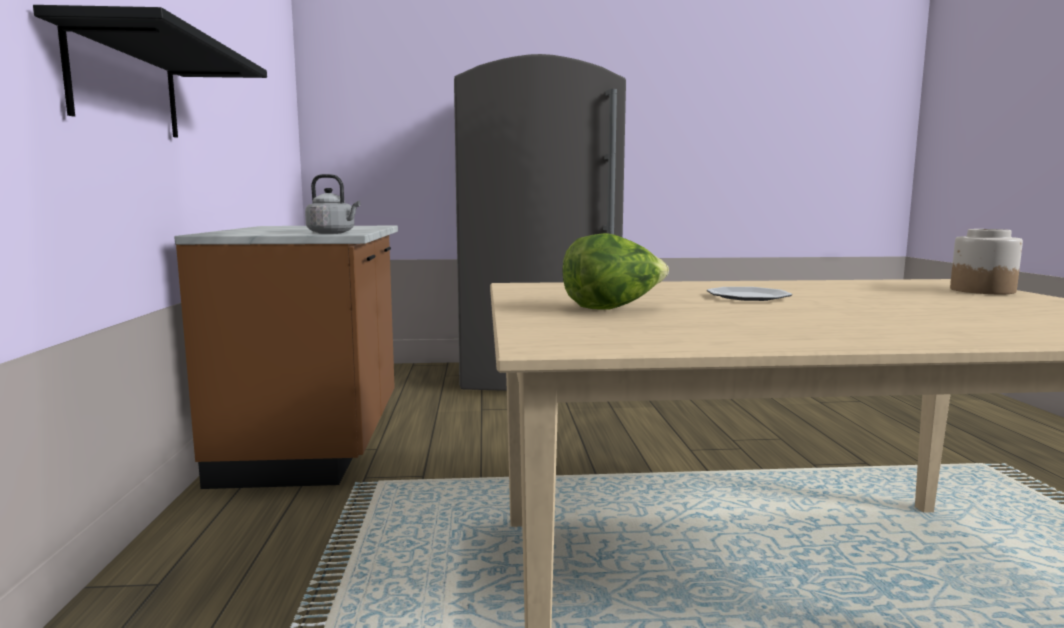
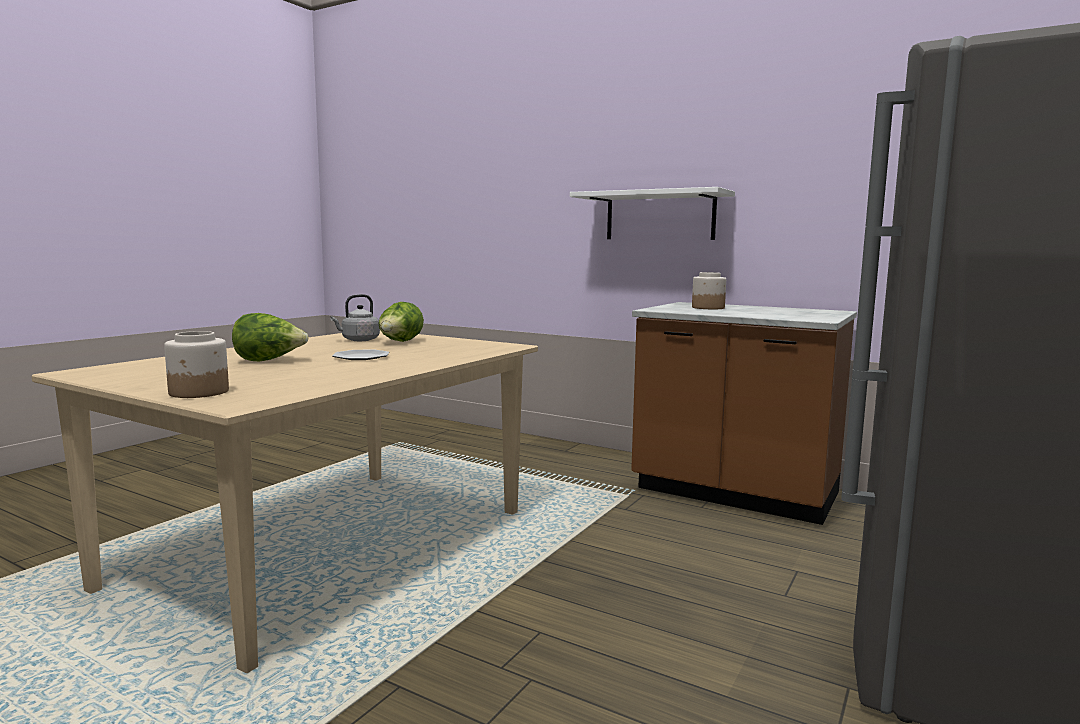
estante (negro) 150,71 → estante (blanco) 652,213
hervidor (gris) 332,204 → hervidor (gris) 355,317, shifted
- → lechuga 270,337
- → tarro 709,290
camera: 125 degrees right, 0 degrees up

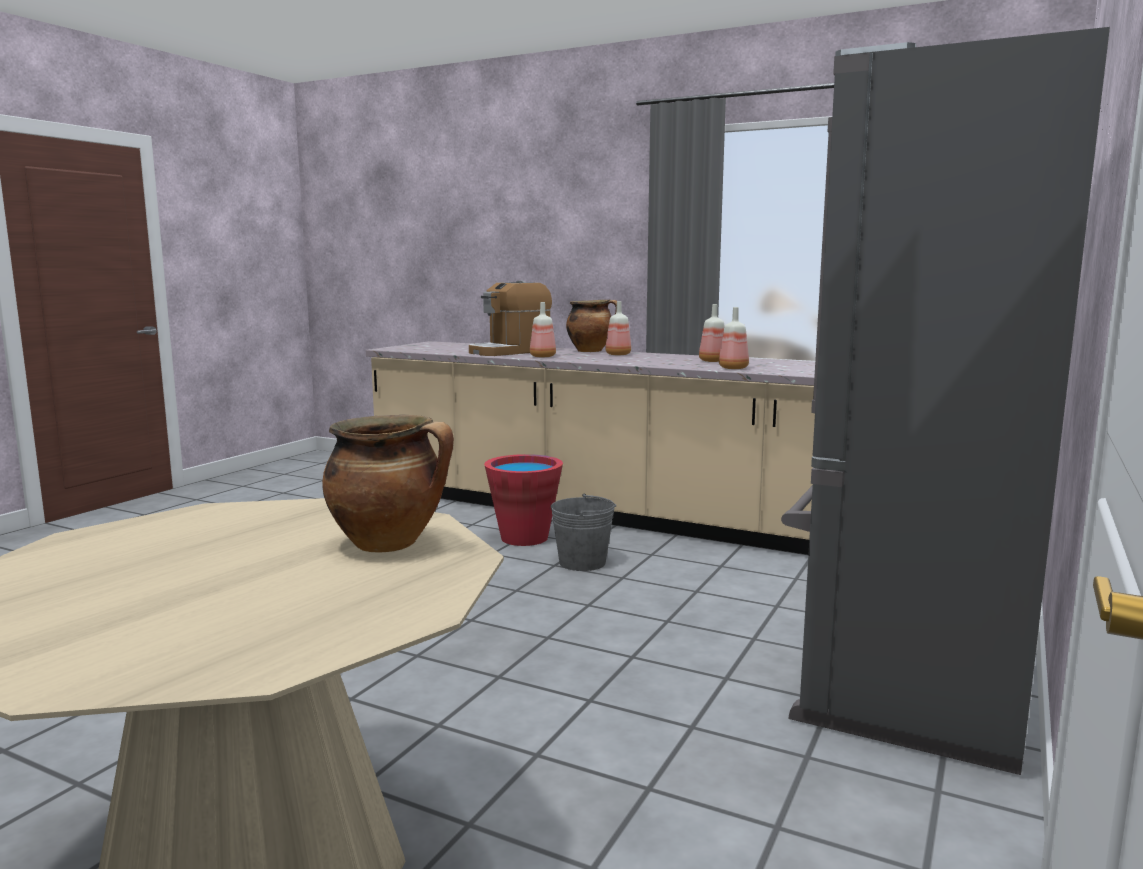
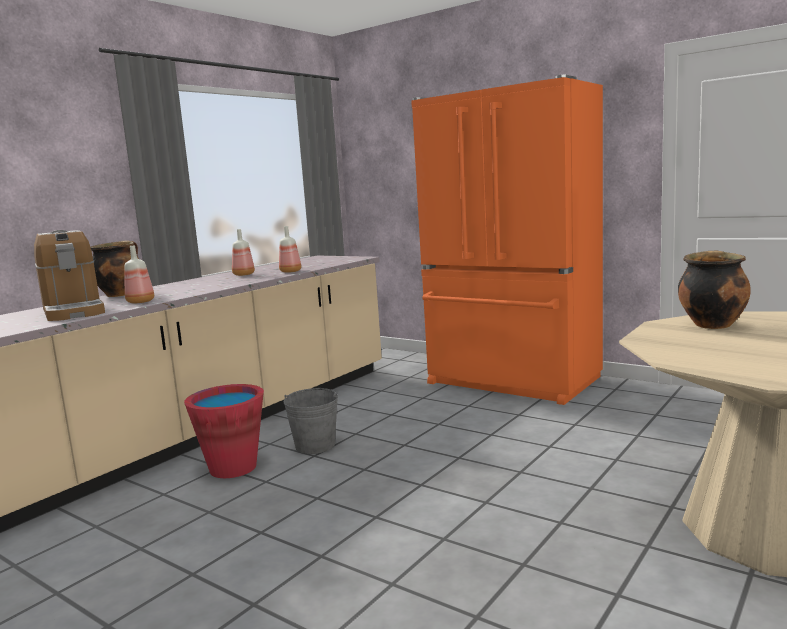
botella 618,328 → -
nevera (gris) 945,401 → nevera (naranja) 507,240
camera: 80 degrees left, 0 degrees up

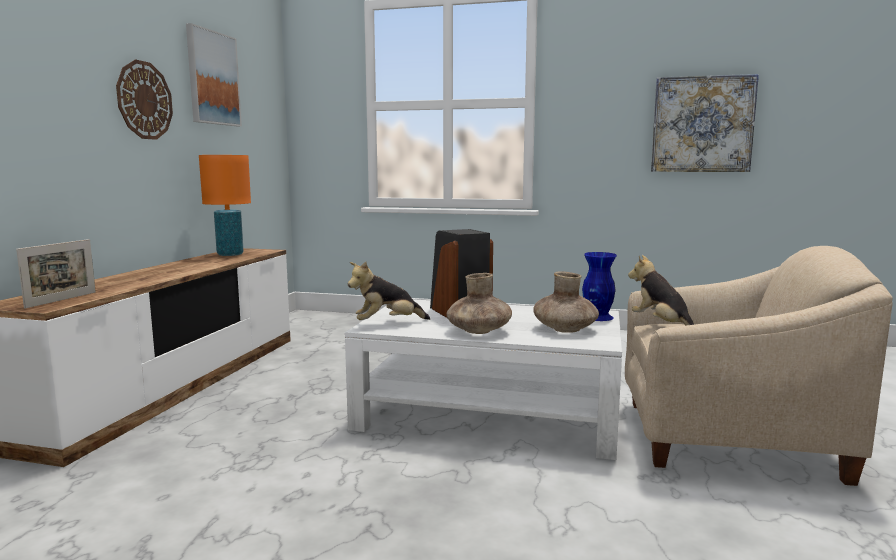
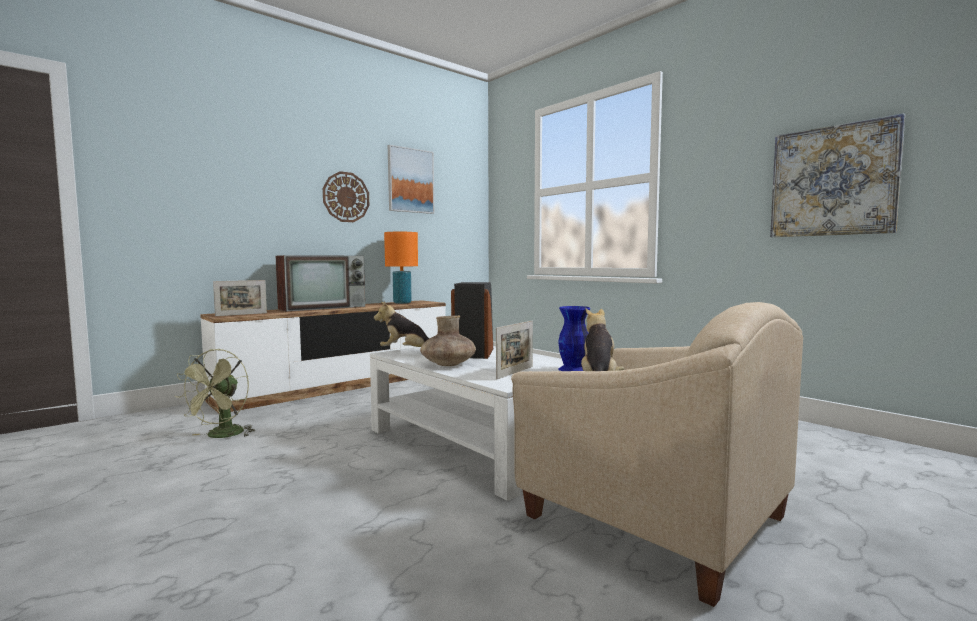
florero (marrón) 566,302 → portarretratos 514,350
- → ventilador (verde) 215,393
- → televisor 320,283
camera: 35 degrees right, 5 degrees down

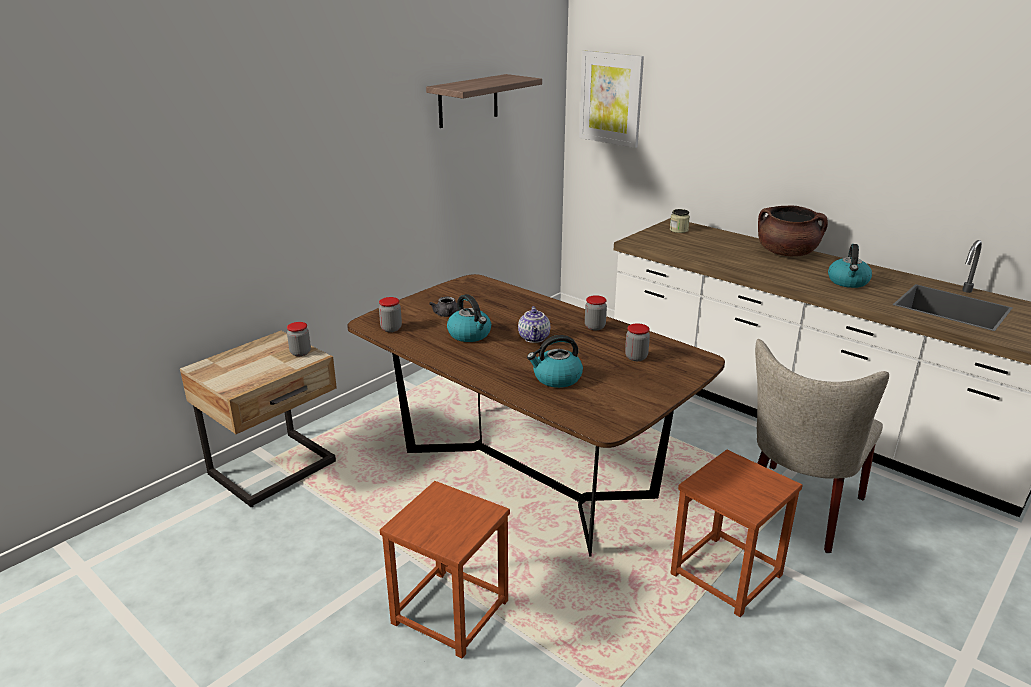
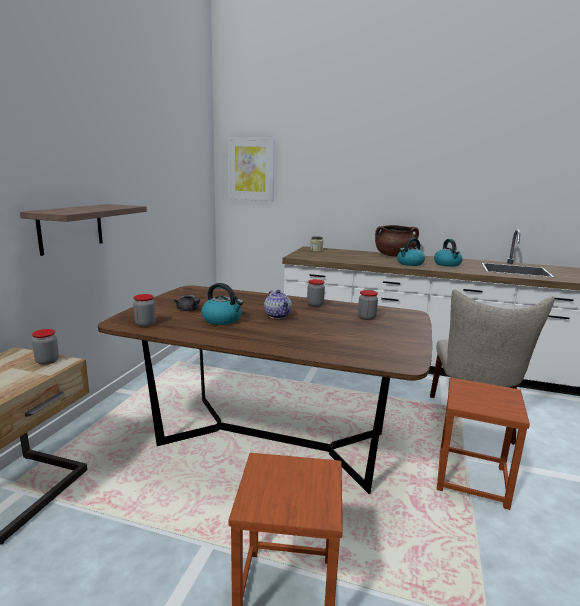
estante 484,101 → estante 83,230, shifted
hervidor 555,361 → hervidor 411,252, shifted
camera: 25 degrees left, 10 degrees down

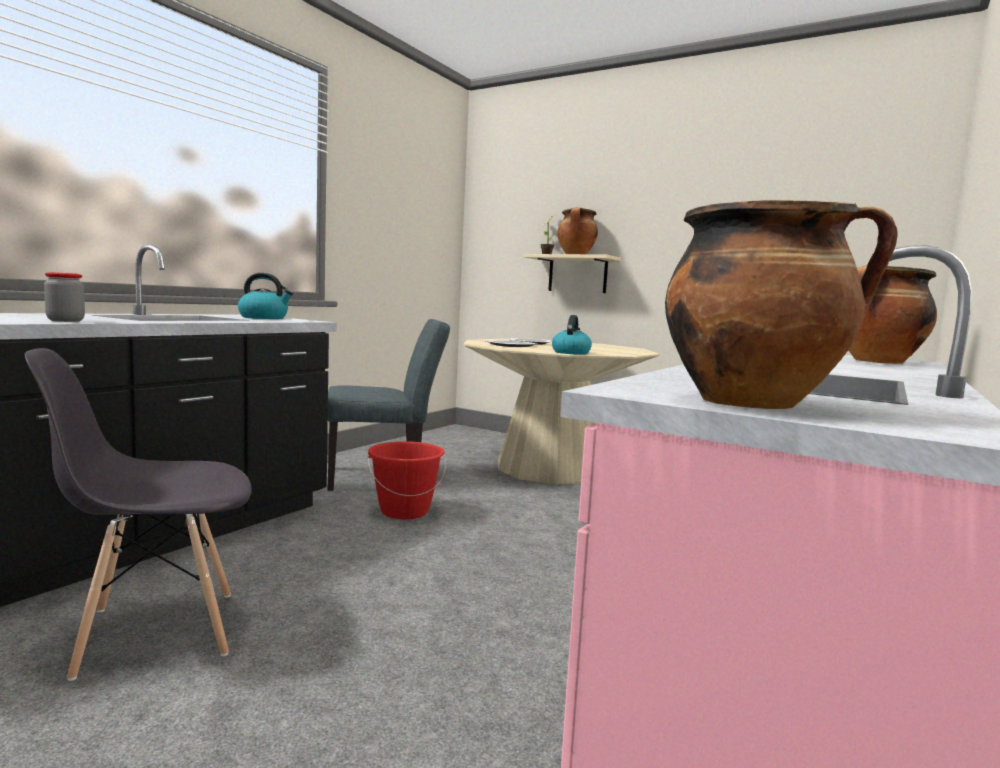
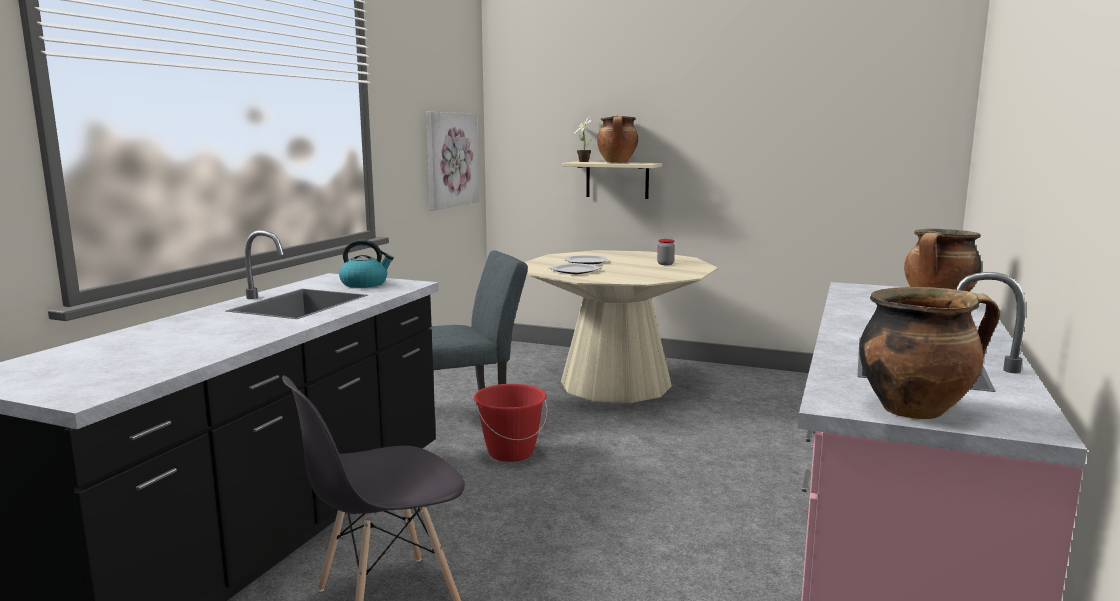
tarro 64,297 → tarro 666,252, shifted
hervidor 572,335 → -
- → cuadro 452,161
camera: 10 degrees left, 5 degrees up

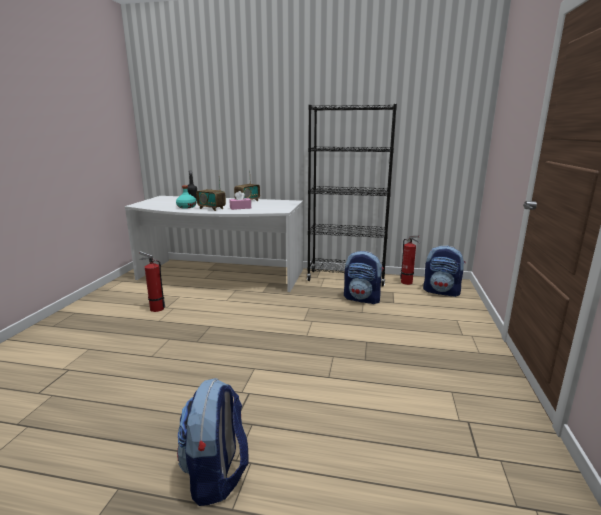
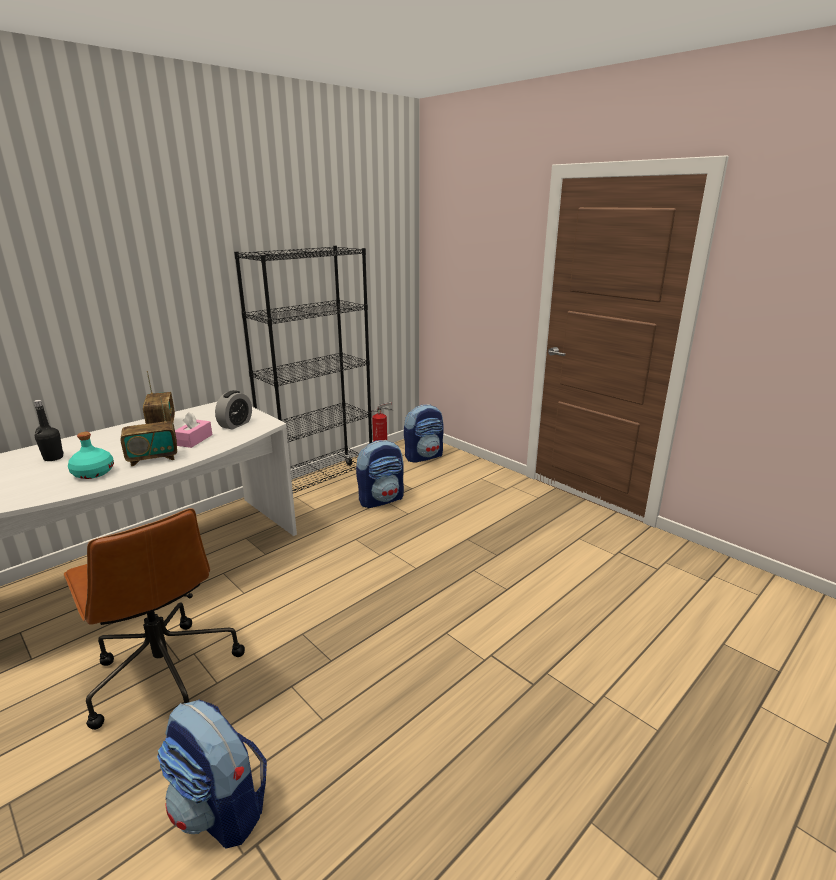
extintor 152,281 → silla de oficina (marrón) 154,619
mochila 213,442 → mochila 212,774, shifted
- → despertador 233,410
camera: 55 degrees left, 5 degrees up

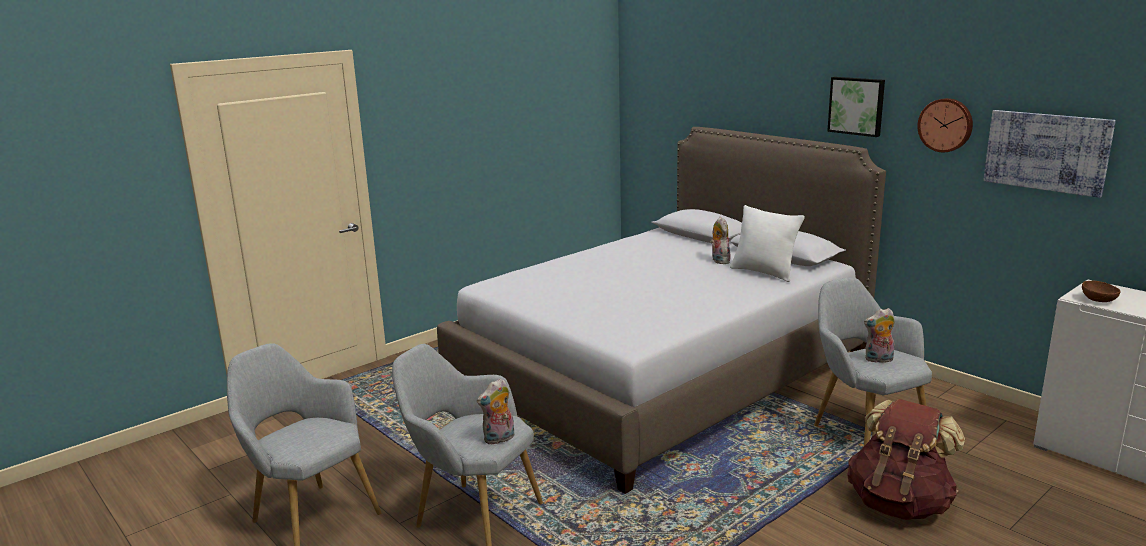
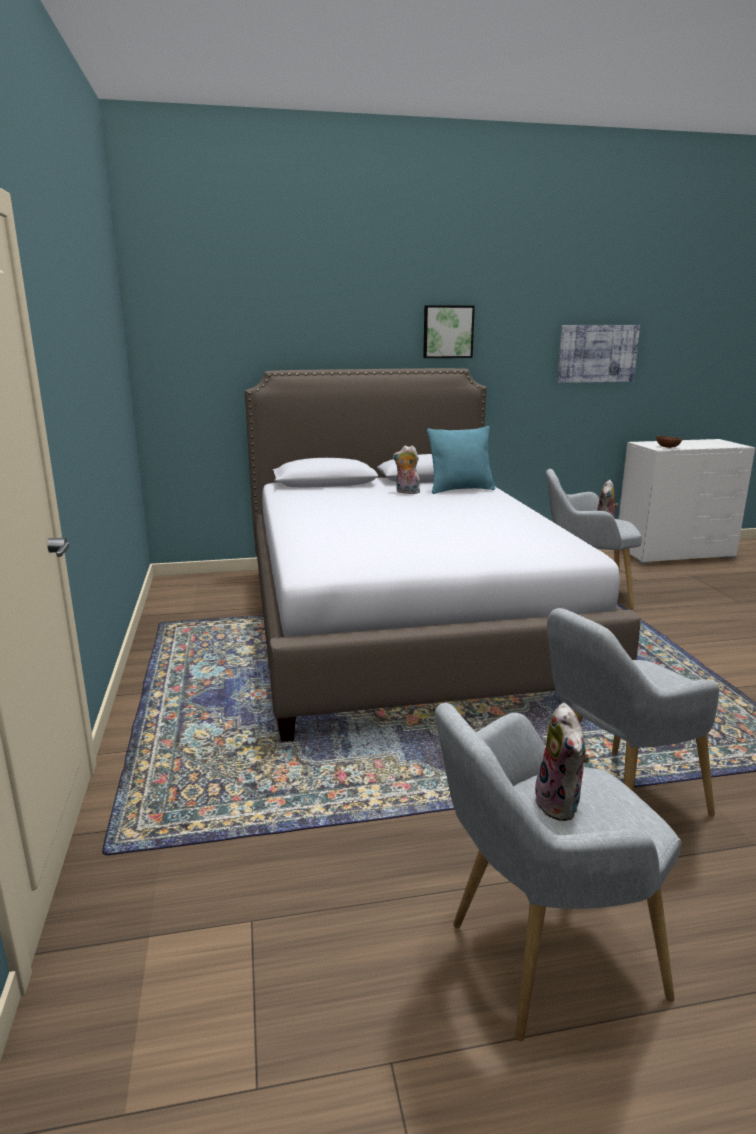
peluche 495,411 → peluche 562,762, shifted
cojín (blanco) 767,243 → cojín (turquesa) 461,460
mochila (marrón) 906,459 → -
reloj de pared 945,125 → -
camera: 60 degrees left, 0 degrees up

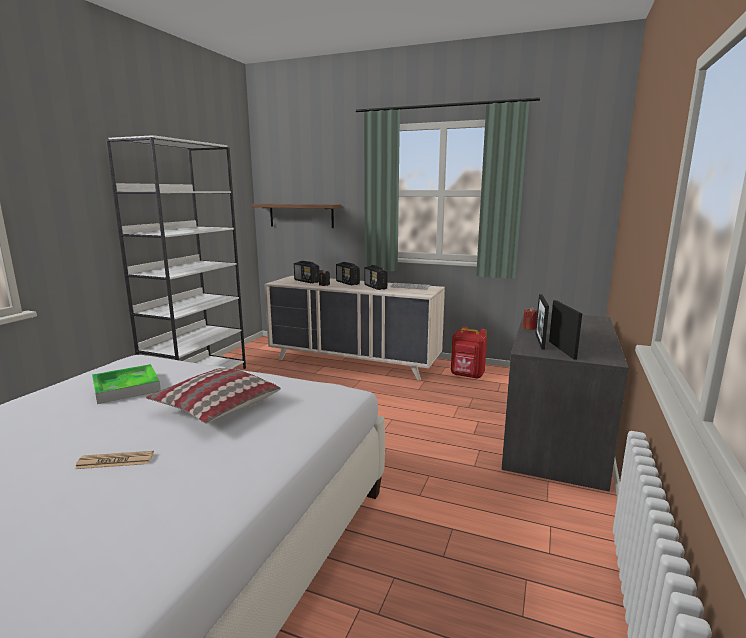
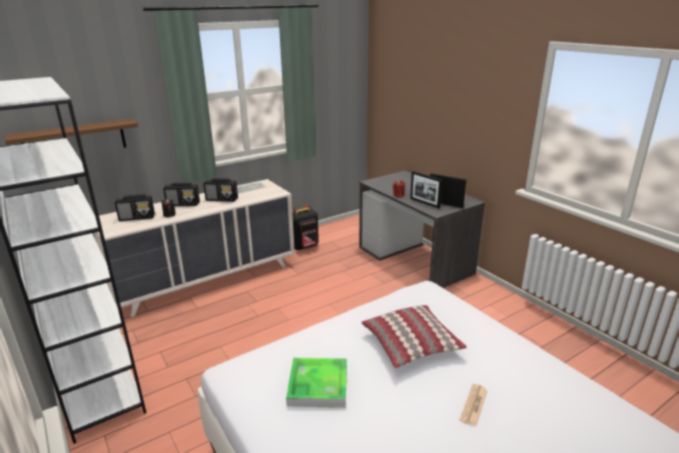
mochila (rojo) 469,352 → mochila (negro) 305,227
camera: 55 degrees left, 10 degrees up

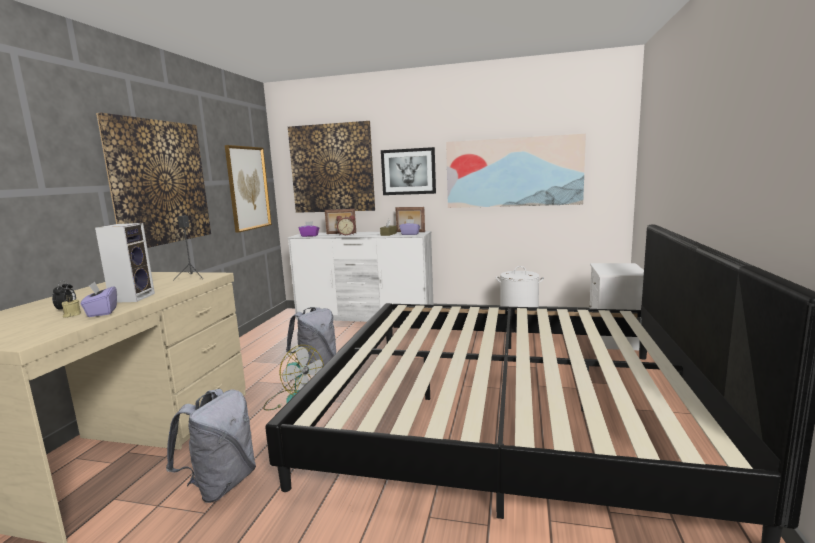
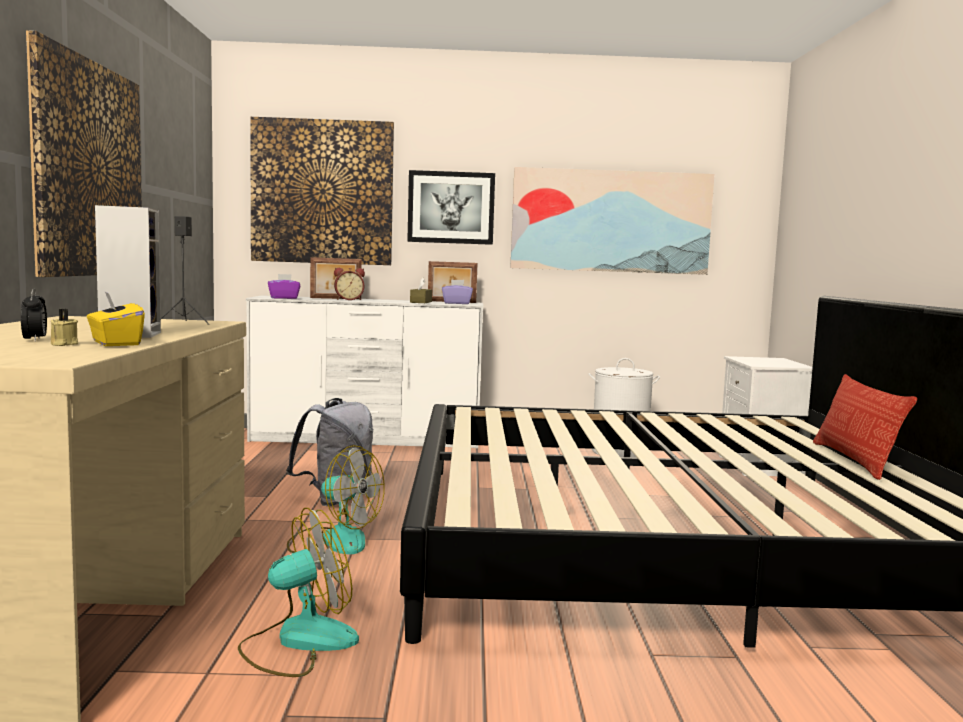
caja de pañuelos (morado) 98,299 → caja de pañuelos (amarillo) 116,319
mochila (gris) 211,446 → ventilador 298,592
cuadro 248,189 → -
- → cojín 865,427
camera: 15 degrees left, 5 degrees down

